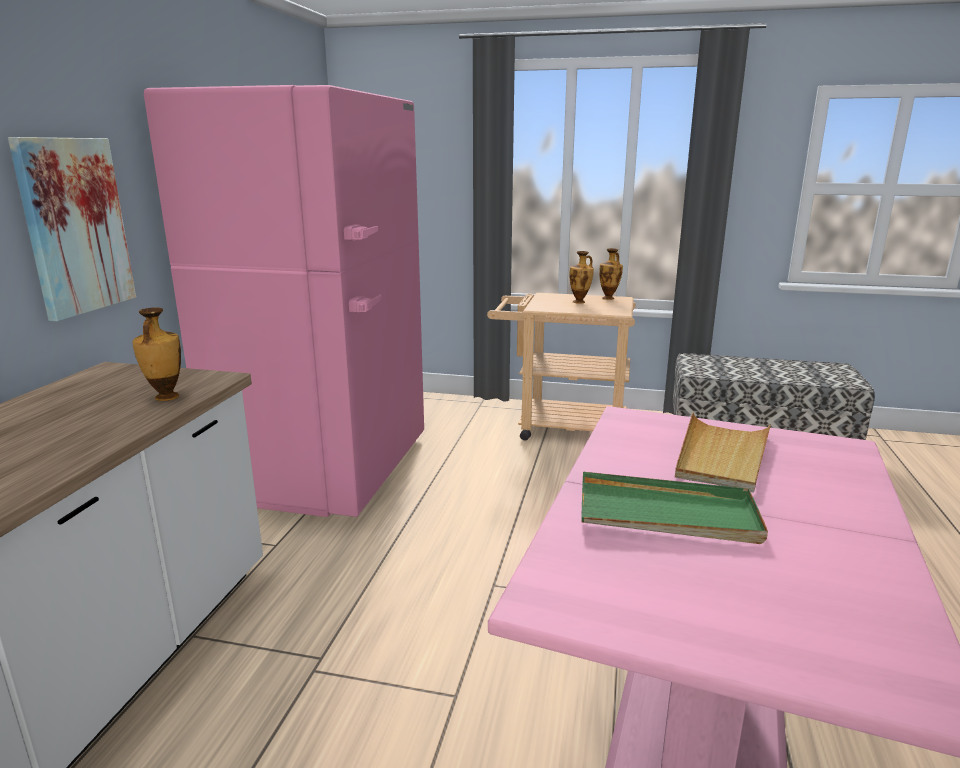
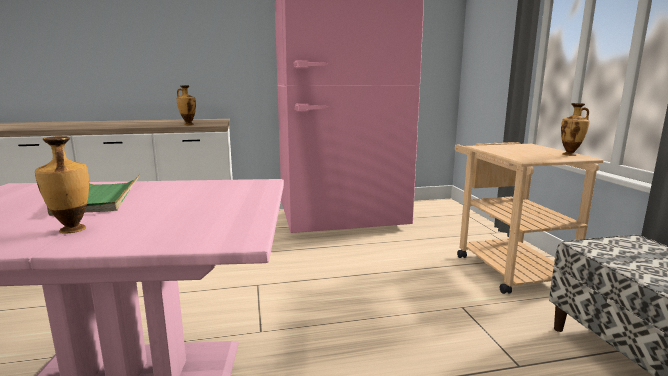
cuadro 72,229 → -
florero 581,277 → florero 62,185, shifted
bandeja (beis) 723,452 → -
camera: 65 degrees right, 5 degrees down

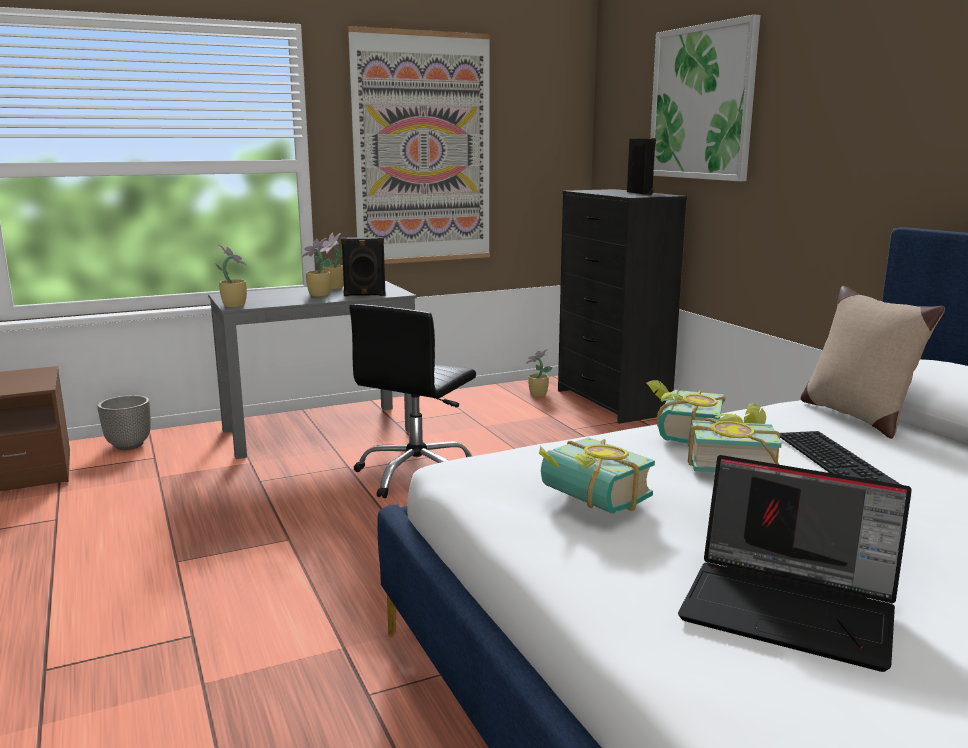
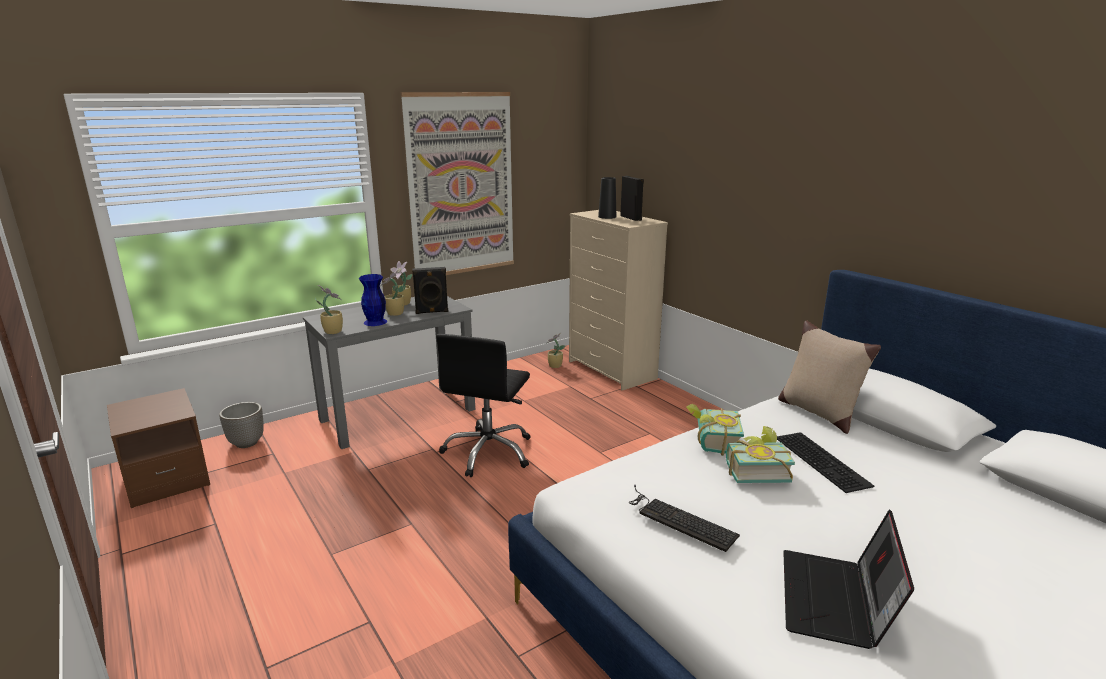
libro 597,475 → teclado 684,518
cómoda (negro) 622,306 → cómoda (beis) 618,300
cuadro 705,98 → -
portátil 795,563 → portátil 848,579, 90 degrees clockwise
- → florero (azul) 373,300
- → florero (negro) 607,198
camera: 10 degrees left, 5 degrees up

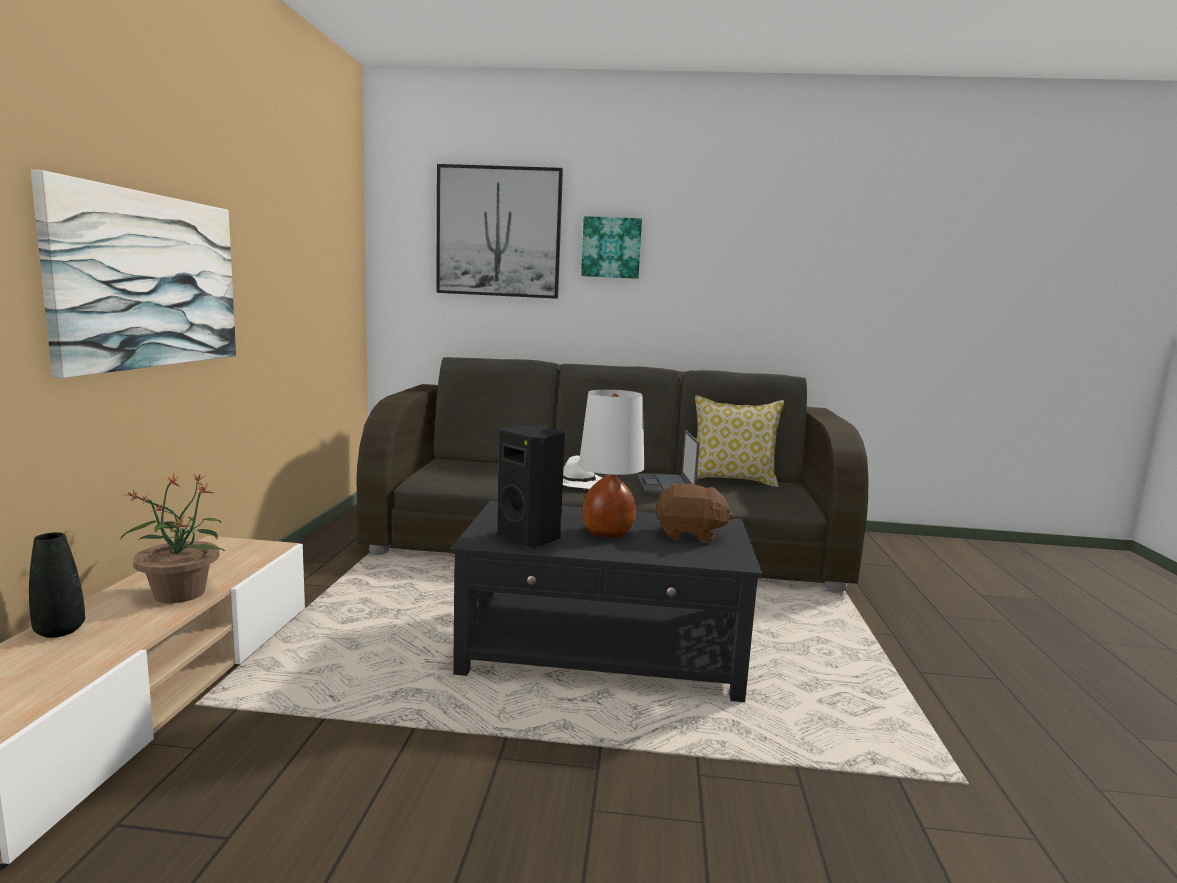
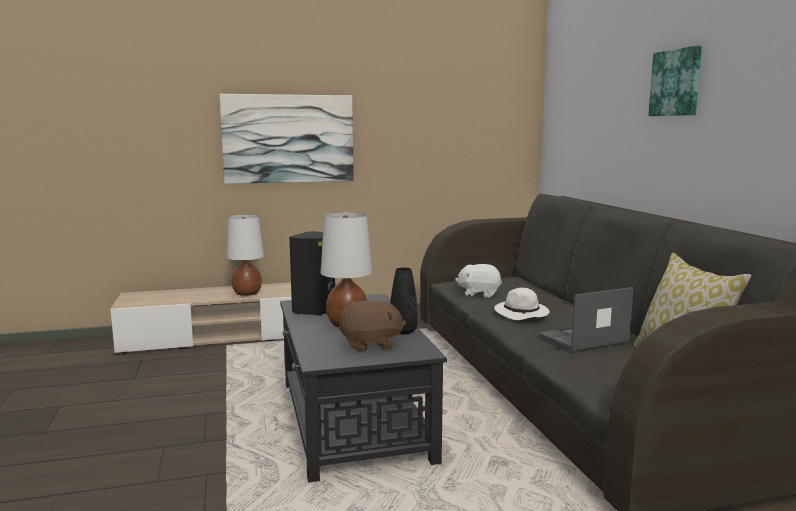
florero (negro) 57,585 → florero (negro) 404,300, shifted
planta en maceta 172,538 → lámpara de mesa (blanco) 245,255
cuadro 499,231 → -
peluche (marrón) 694,513 → peluche (marrón) 372,326, 90 degrees counterclockwise
- → peluche (blanco) 478,281
camera: 70 degrees right, 0 degrees up

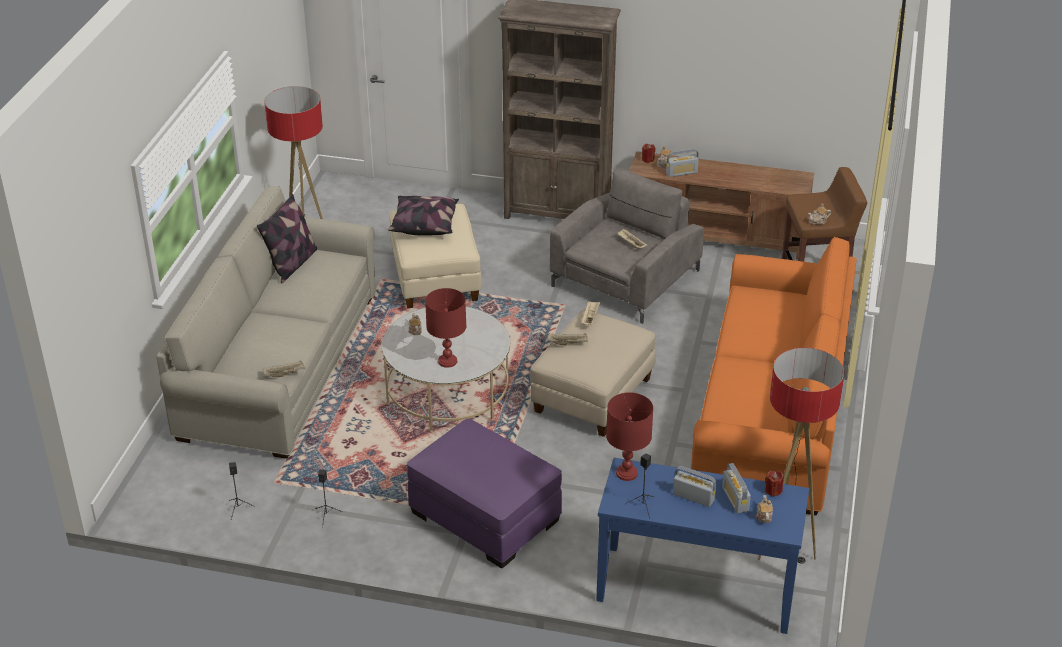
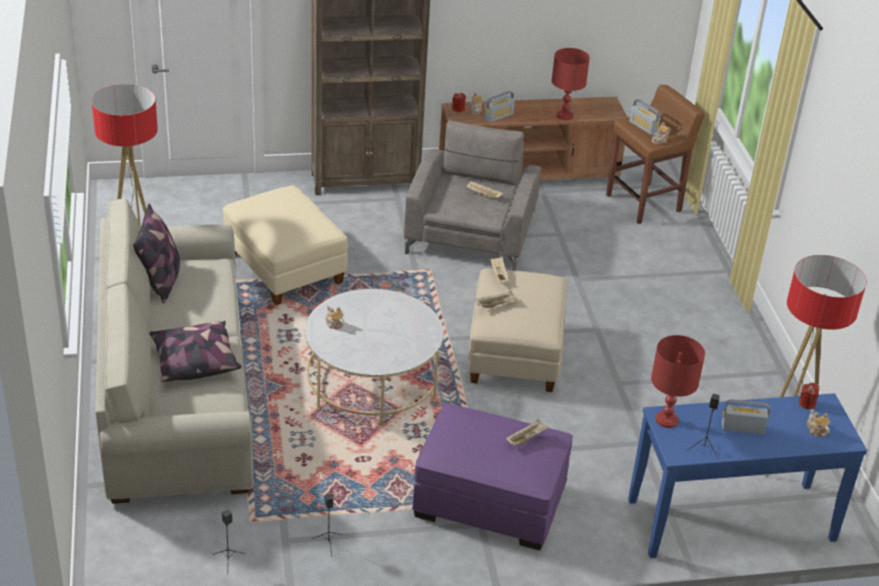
bandeja (beis) 284,368 → bandeja (beis) 527,432, shifted
cojín 423,215 → cojín 195,351, shifted
lámpara de mesa (rojo) 445,328 → lámpara de mesa (rojo) 571,84, shifted
sofá (naranja) 773,376 → -
radio 736,488 → radio 644,117, shifted
camera: 25 degrees left, 0 degrees up

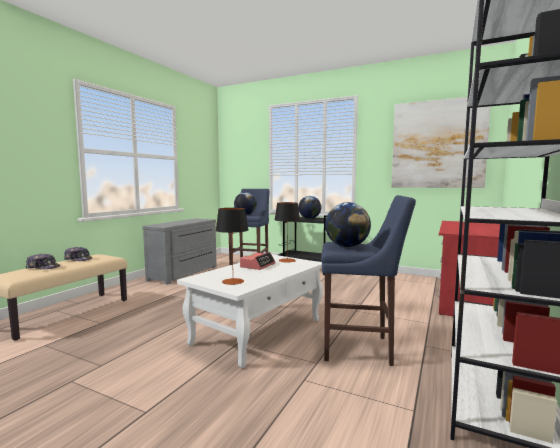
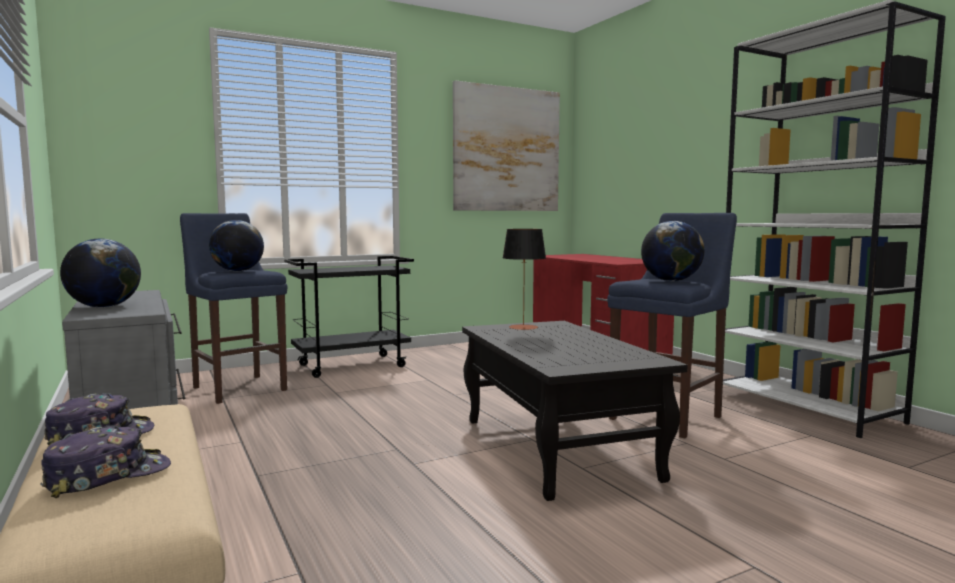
mesa de centro (blanco) 250,311 → mesa de centro (negro) 575,411
lámpara de mesa 232,246 → -
despertador 257,261 → -
globo terráqueo 309,207 → globo terráqueo 100,273, shifted
camera: 55 degrees left, 0 degrees up

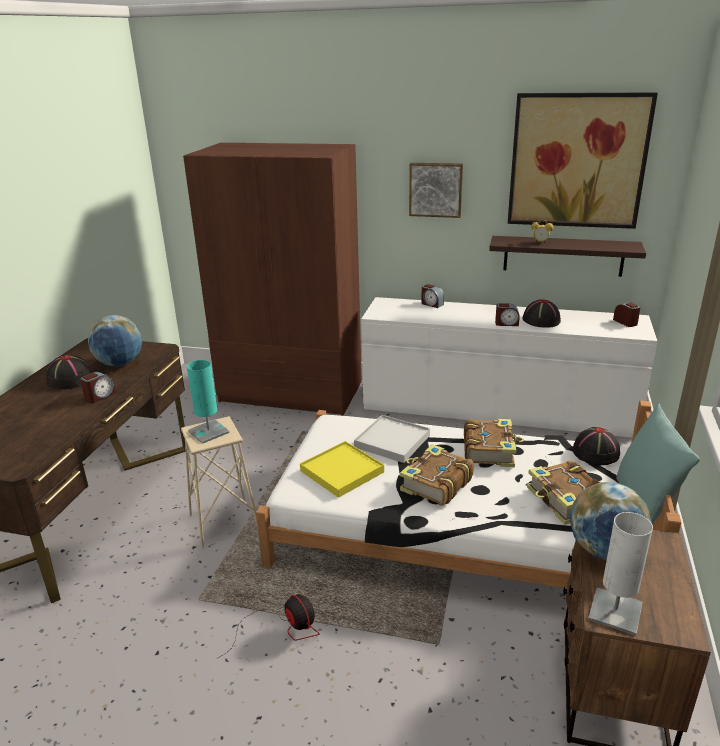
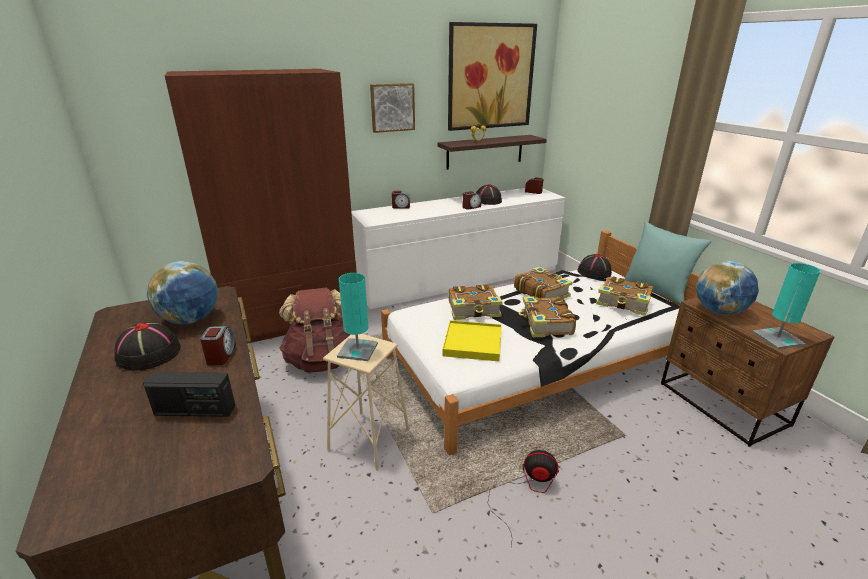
bandeja (blanco) 392,439 → libro 475,302
lámpara de mesa (blanco) 620,574 → lámpara de mesa (turquesa) 786,306
- → radio 189,394
- → mochila (marrón) 315,330
camera: 40 degrees left, 0 degrees up

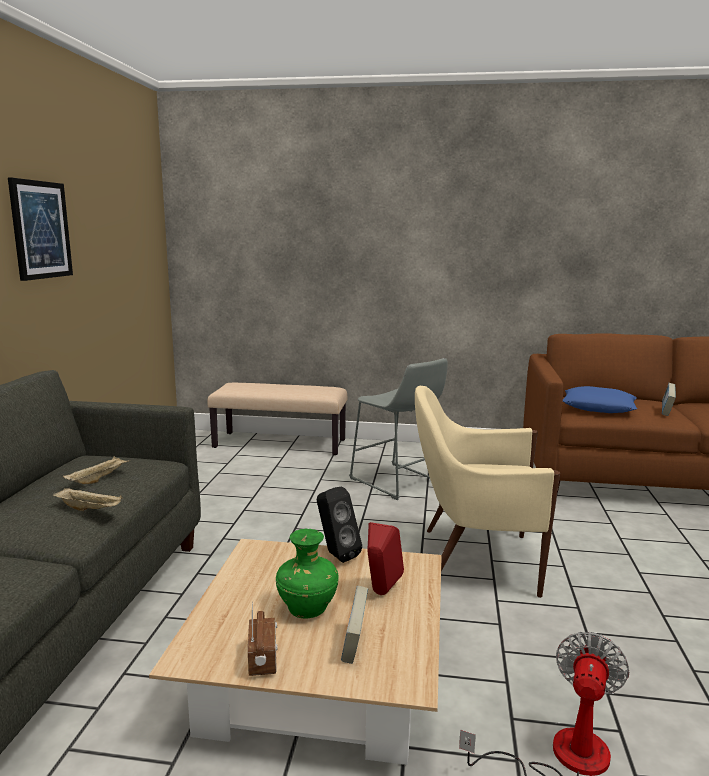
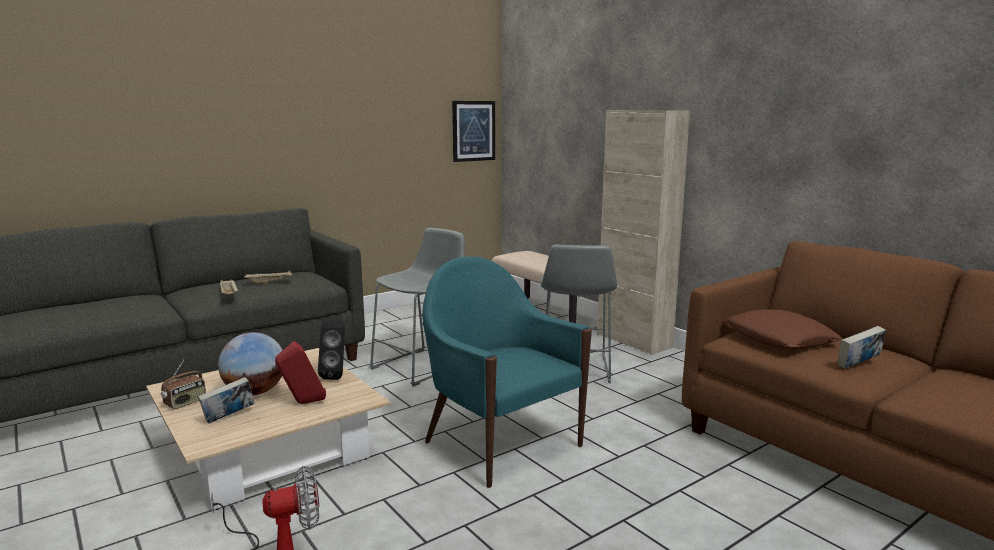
cuadro 40,229 → cuadro 473,131, shifted
florero (verde) 307,573 → globo terráqueo 250,363
sillón (beis) 487,492 → sillón (turquesa) 507,372
cojín (azul) 600,399 → cojín (marrón) 783,329
- → taburete (gris) 417,307
- → armario (beis) 643,232
camera: 45 degrees right, 0 degrees up

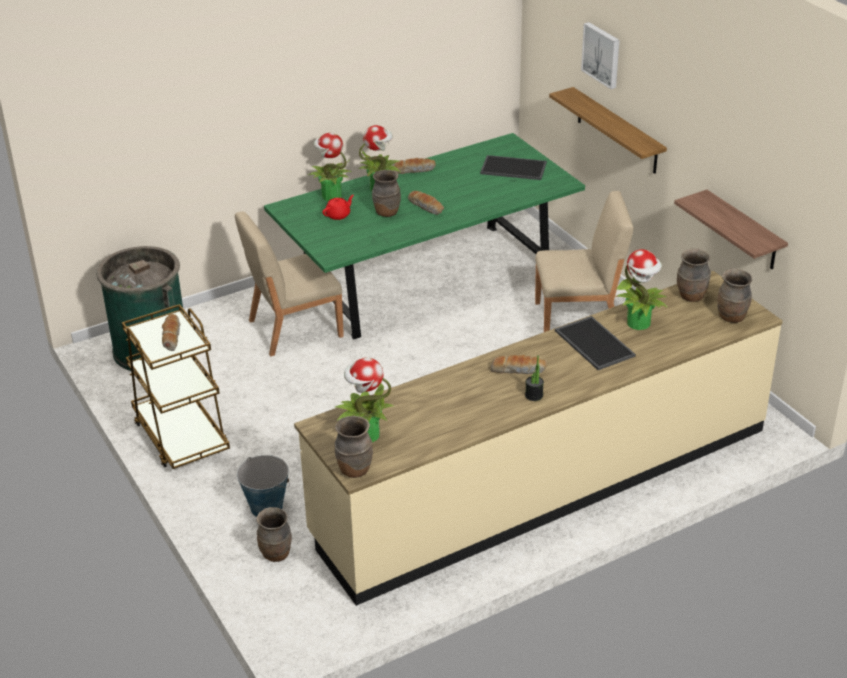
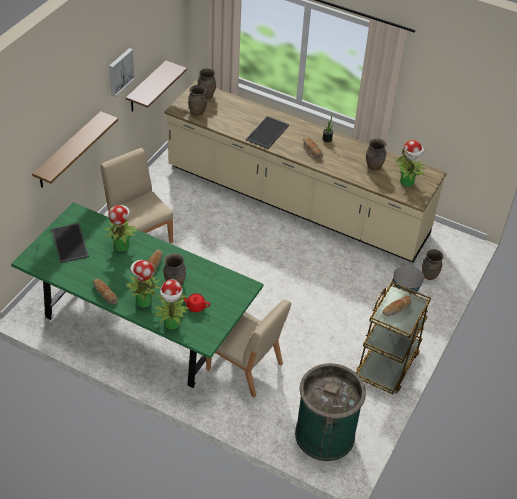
florero (marrón) 354,447 → florero (marrón) 376,154, shifted
cuadro 600,55 → cuadro 122,72, shifted
planta en maceta 641,289 → planta en maceta 121,228, shifted
camera: 125 degrees left, 10 degrees up

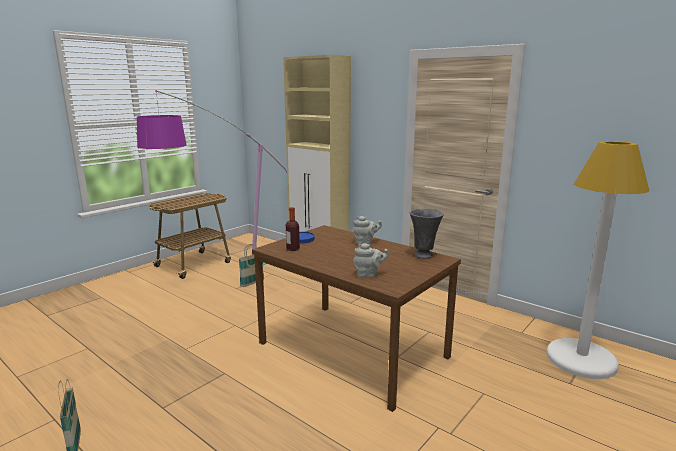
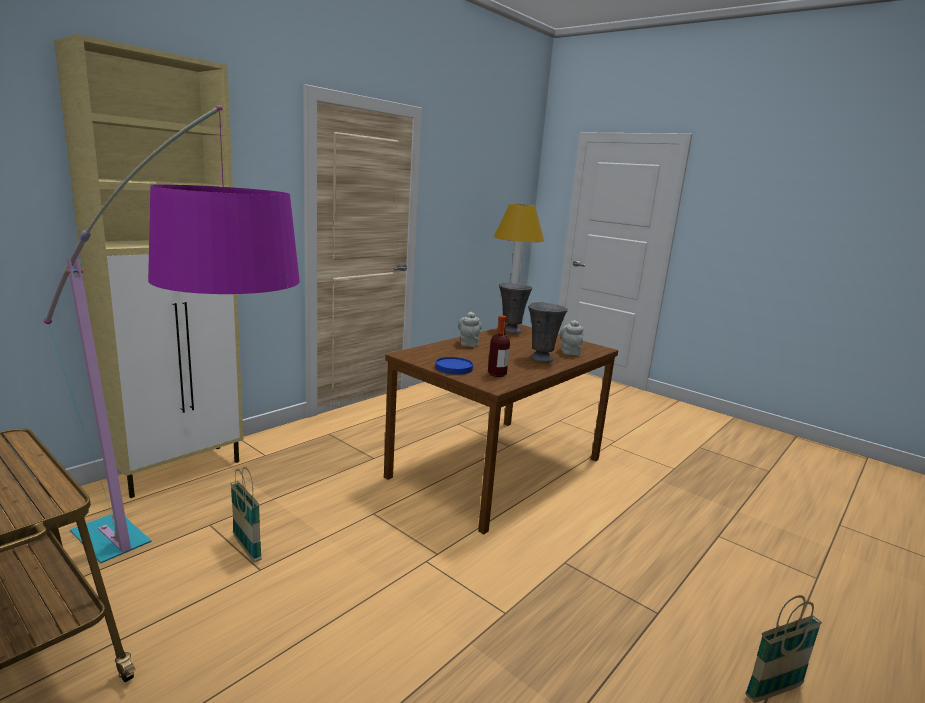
- → florero (gris) 548,332
camera: 90 degrees left, 0 degrees up

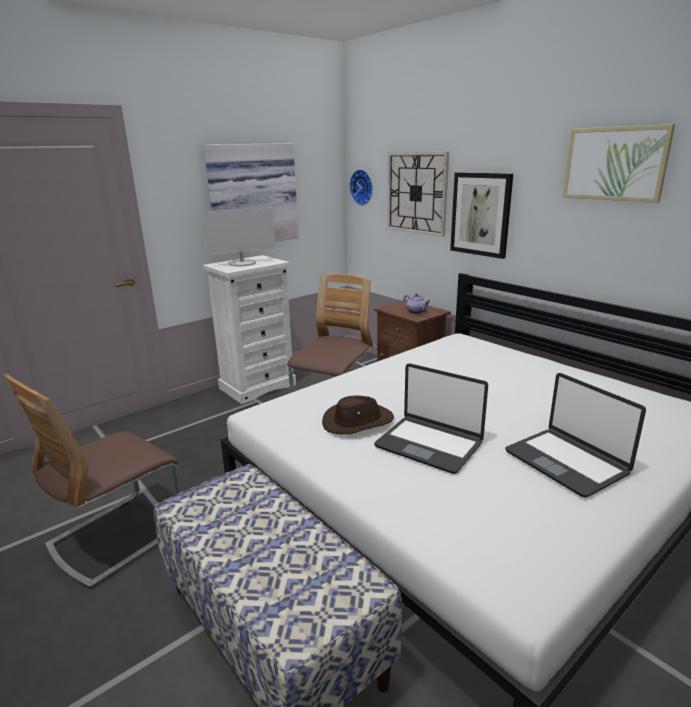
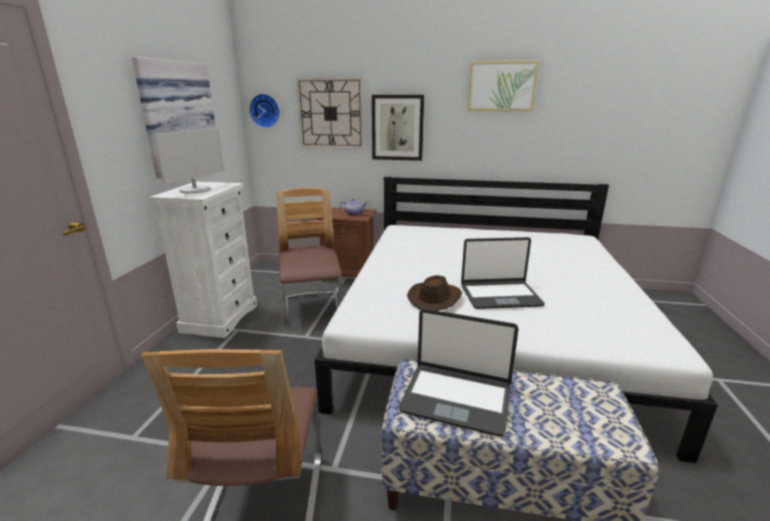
portátil 575,435 → portátil 459,373, shifted
camera: 40 degrees left, 0 degrees up

